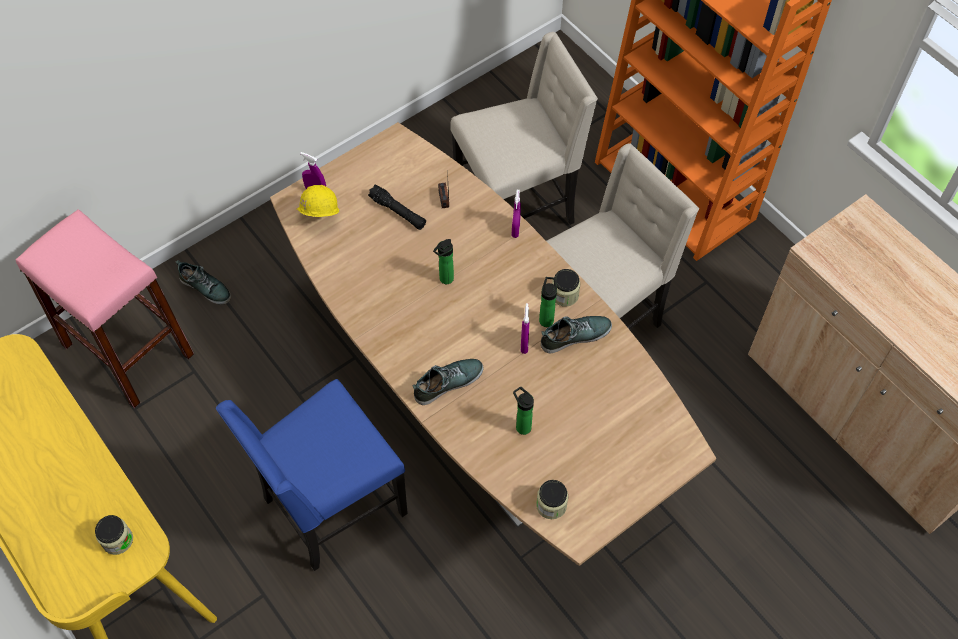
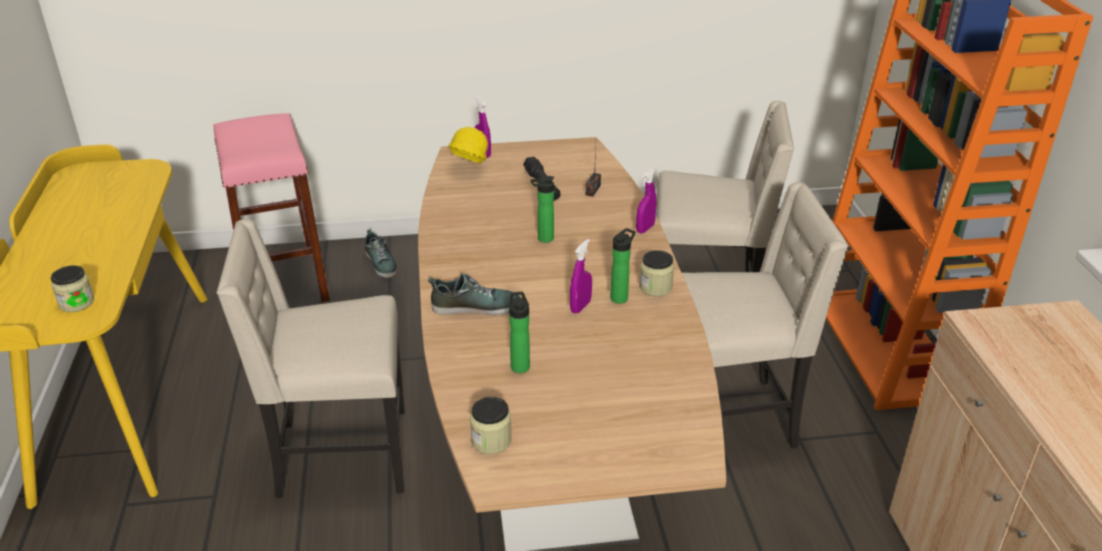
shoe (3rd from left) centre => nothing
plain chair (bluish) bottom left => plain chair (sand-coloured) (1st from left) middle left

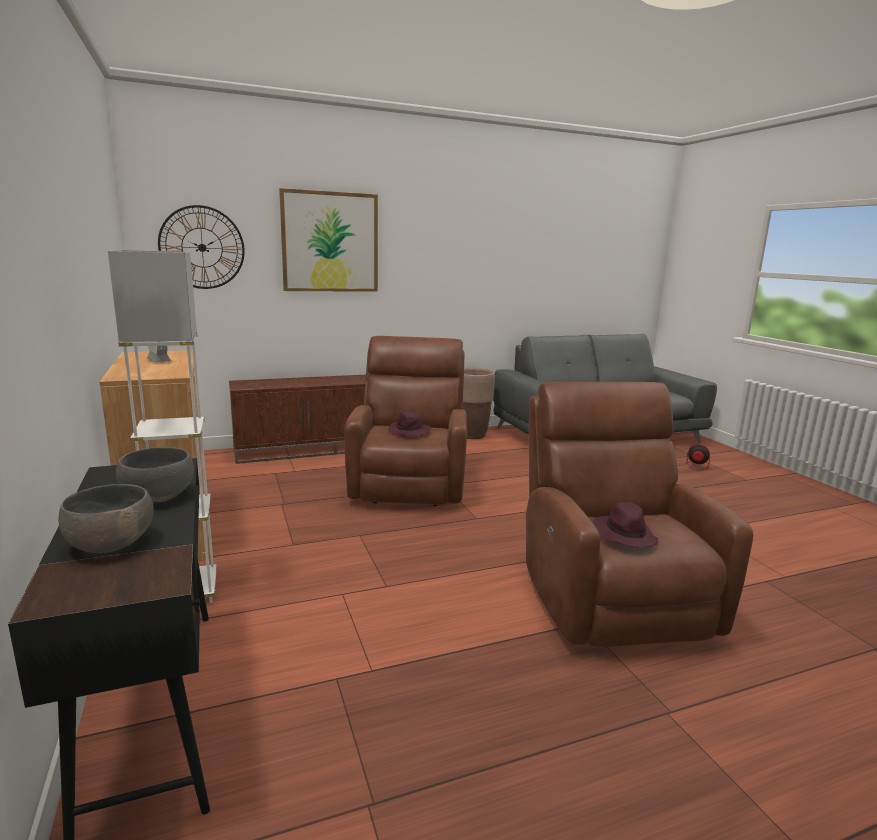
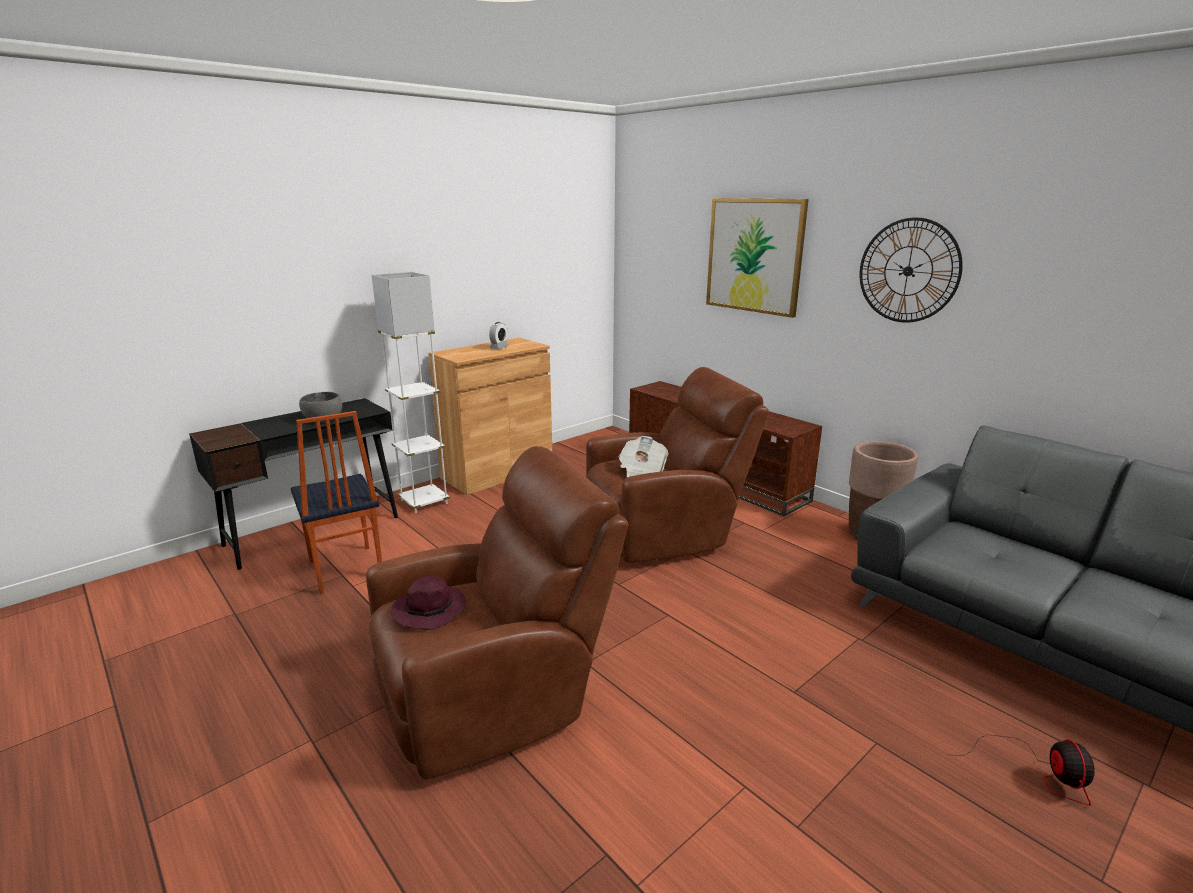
serving bowl (gray) (1st from left) middle left => nothing
nothing => plain chair middle left
clock on the wall top left => clock on the wall top right, moved
hat (purple) (1st from left) centre => daily paper centre

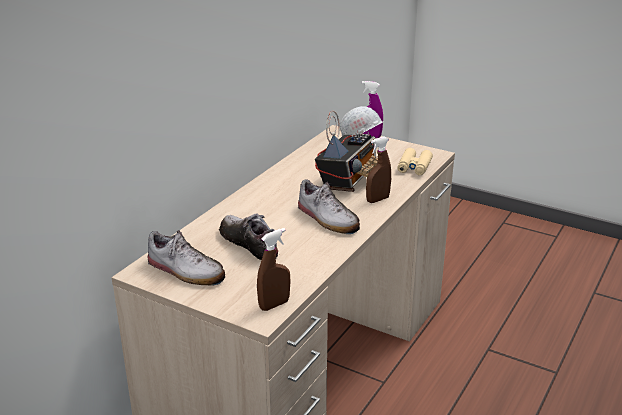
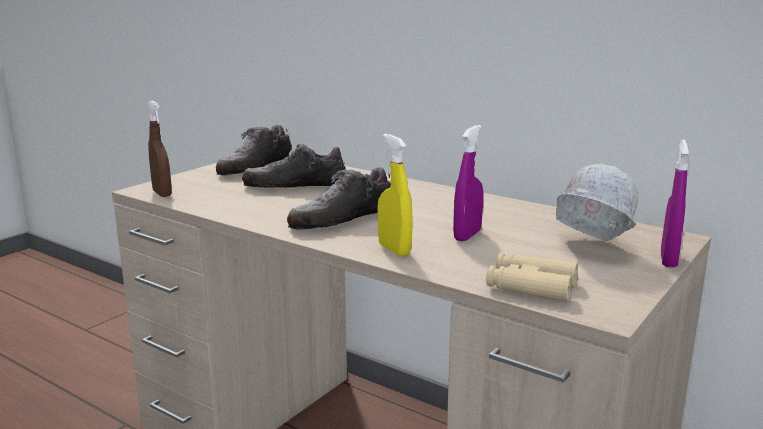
radio centre => sprayer (purple) (1st from left) centre
sprayer (brown) (2nd from left) centre => sprayer (yellow) centre
shoe (2nd from left) centre, 150 degrees counterclockwise

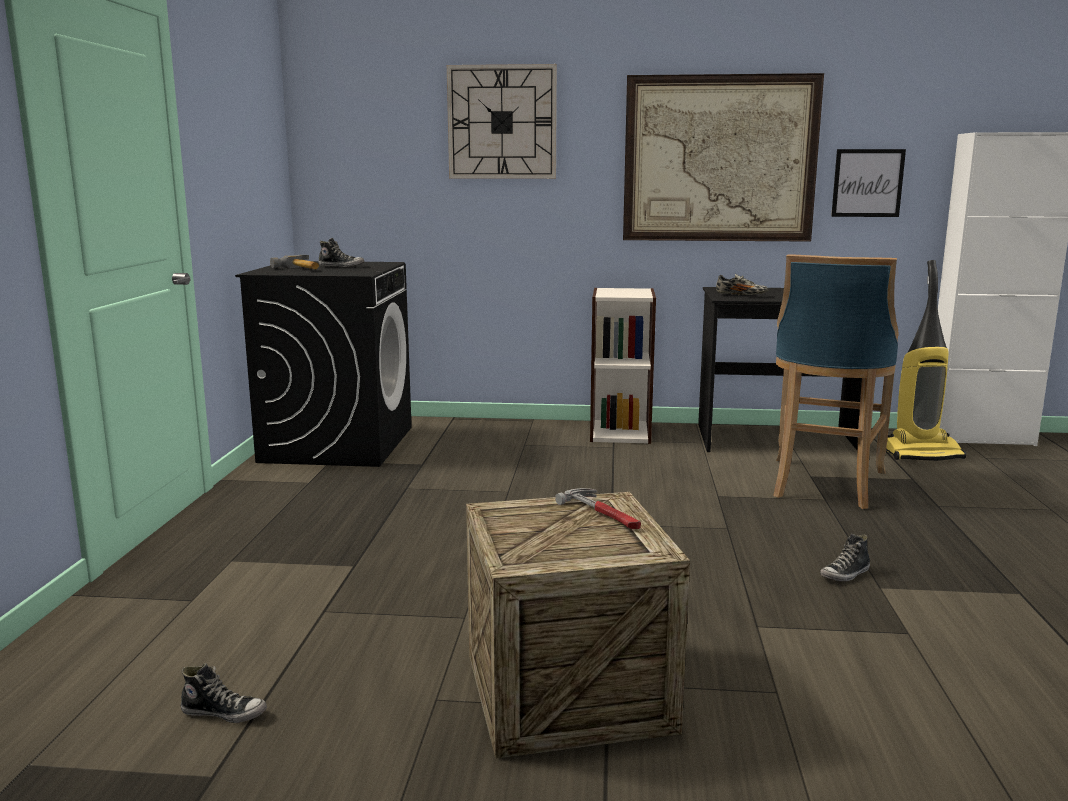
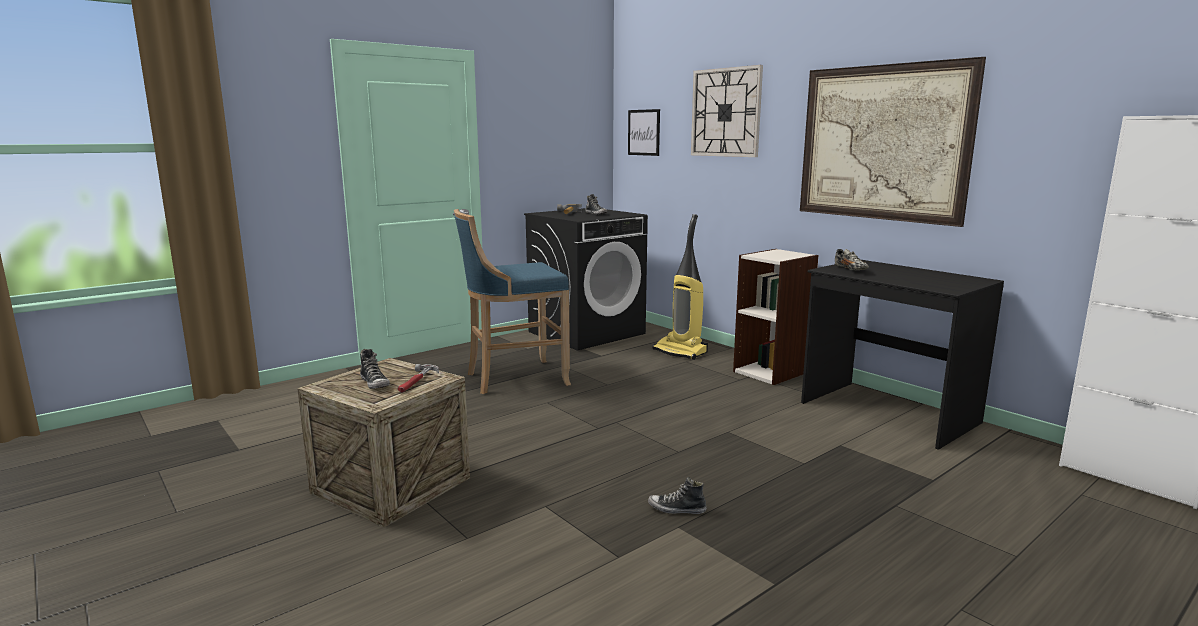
shoe (1st from left) bottom left => shoe (1st from left) middle left, moved
sitting stool (bluish) middle right => sitting stool (bluish) centre, moved
wall picture (2nd from left in the first image) top right => wall picture (1st from left) top centre, moved
hoover middle right => hoover centre, moved

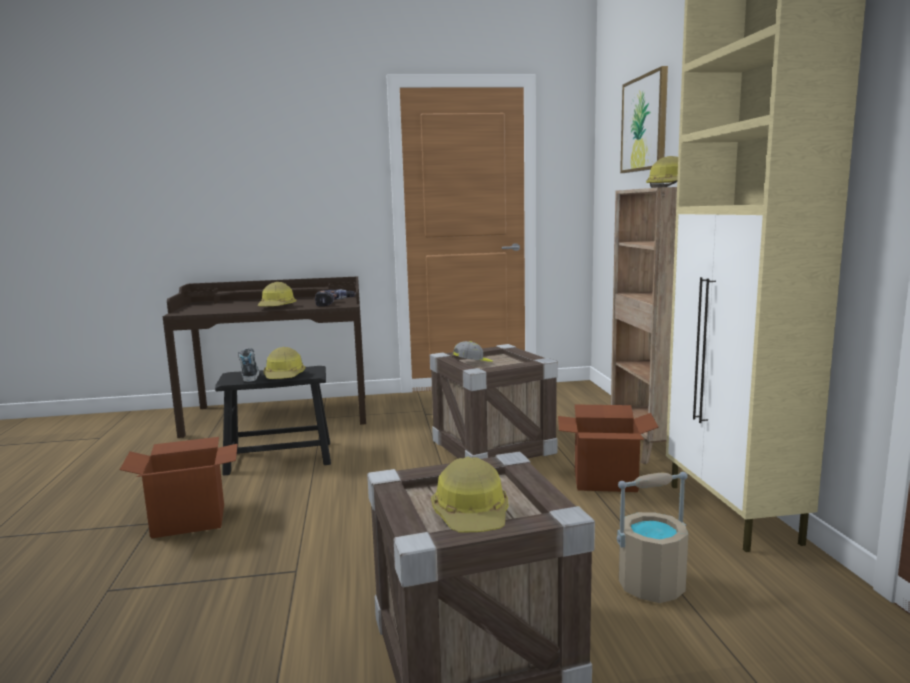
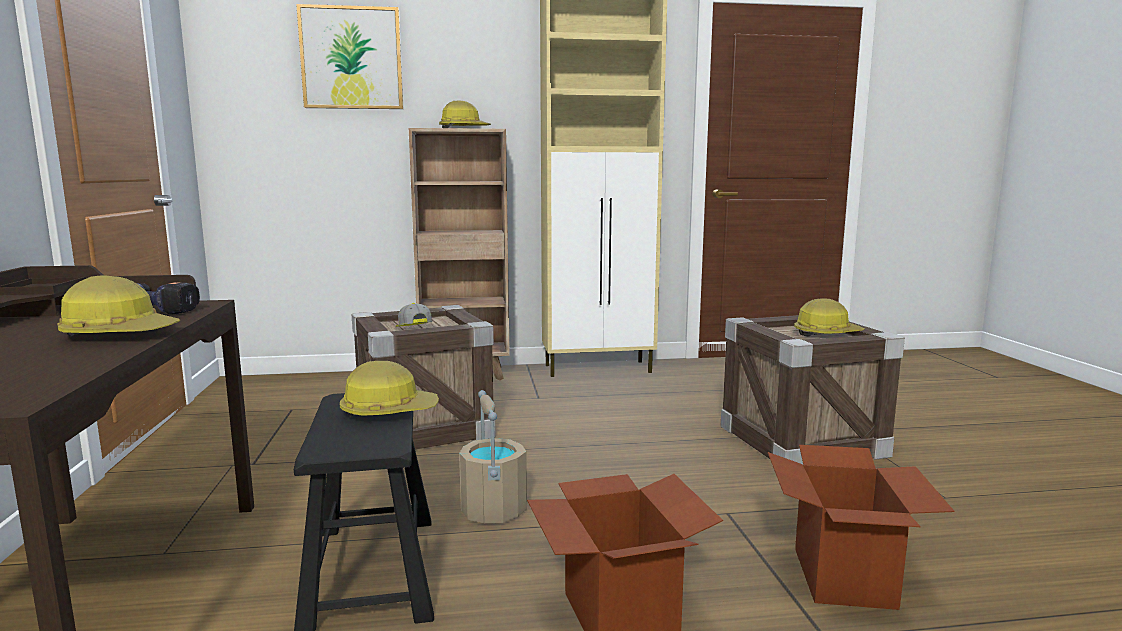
shoe middle left => nothing
cardboard box (2nd from left) middle right => cardboard box (2nd from left) bottom right, moved
bucket (sand-coloured) bottom right => bucket (sand-coloured) bottom centre, moved

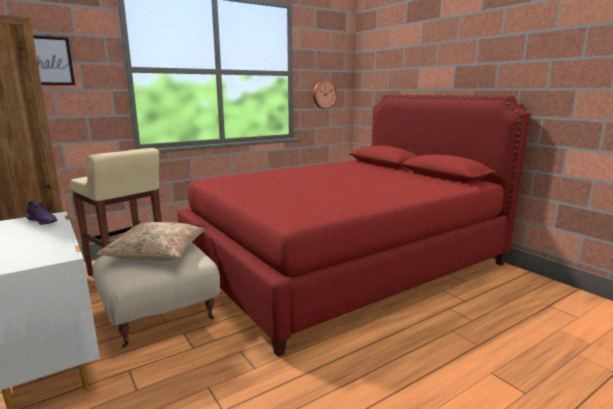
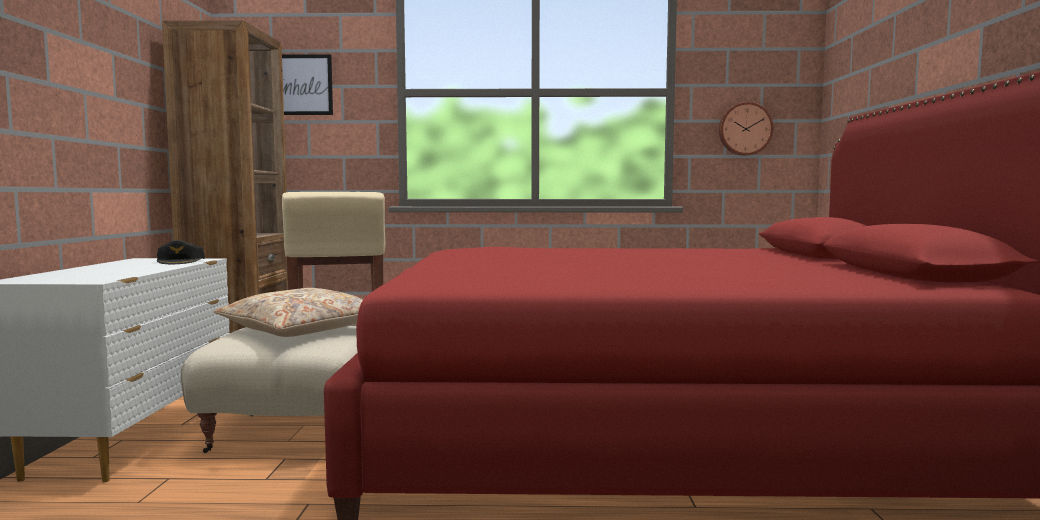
shoe (purple) middle left => baseball cap (blackish) middle left

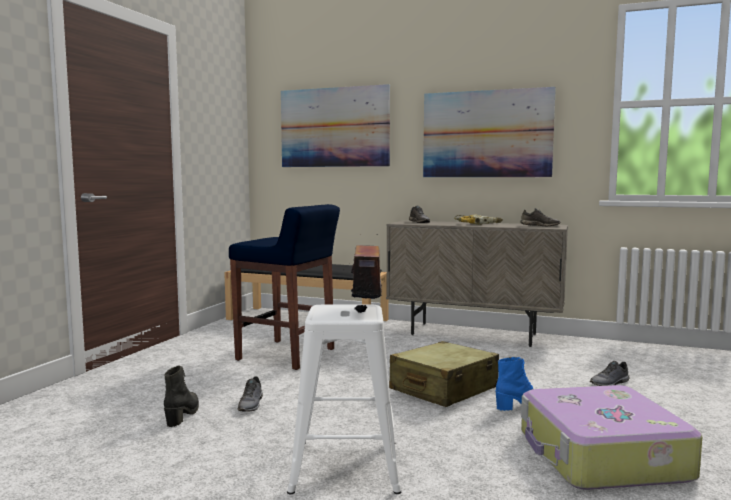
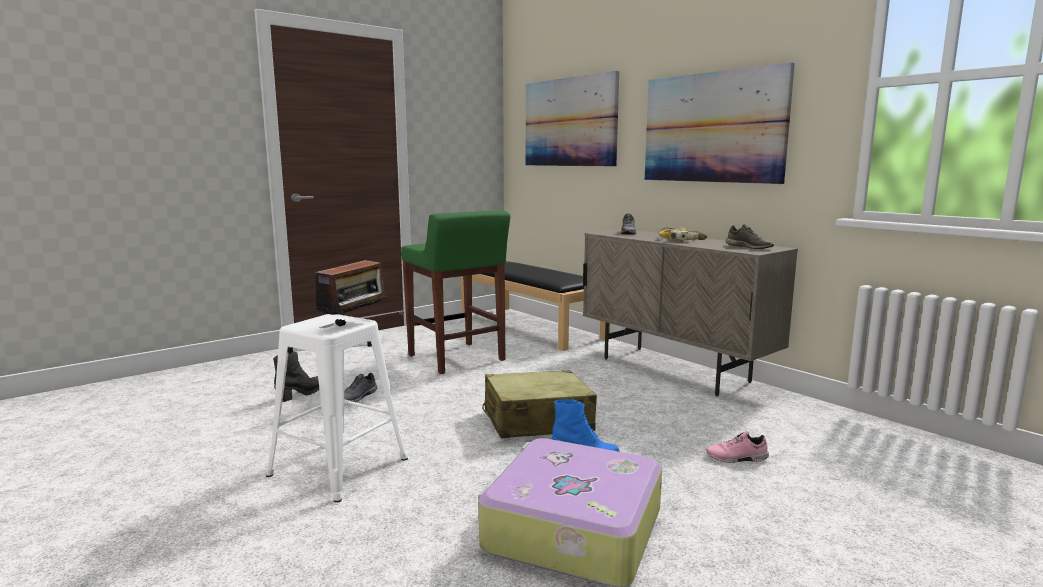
sitting stool (bluish) centre => sitting stool (greenish) centre
shoe (gray) (4th from left) bottom right => shoe (pink-coloured) bottom right

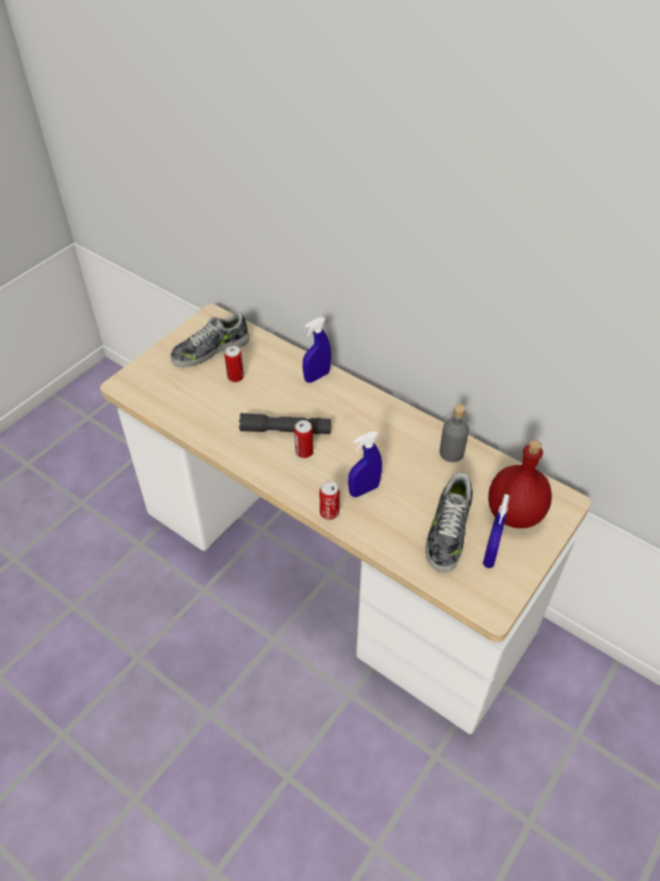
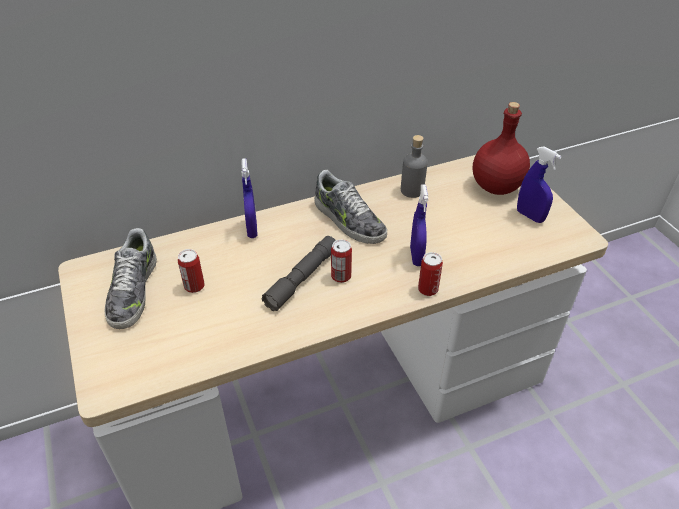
shoe (2nd from left) middle right => shoe (2nd from left) centre, moved

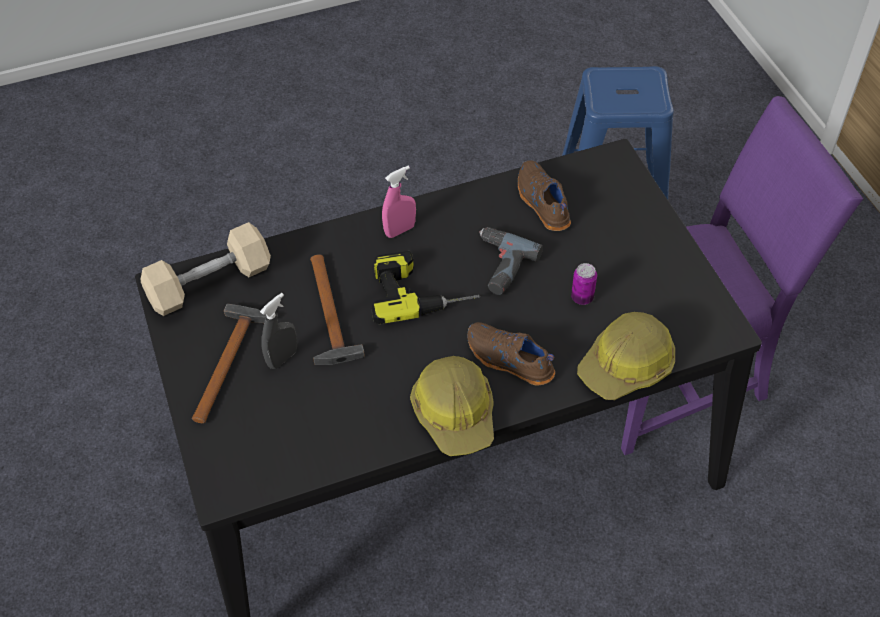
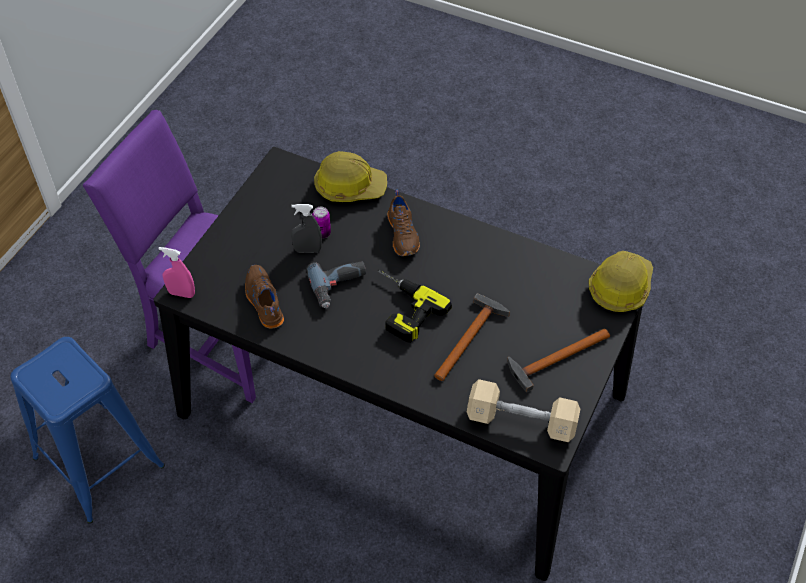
sprayer (gray) middle left => sprayer (gray) centre, moved
sprayer (pink-coloured) top centre => sprayer (pink-coloured) middle left, moved
hard hat (1st from left in the first image) centre => hard hat (2nd from left) middle right, moved
shoe (brown) (2nd from left in the first image) top centre => shoe (brown) (1st from left) middle left, 135 degrees clockwise

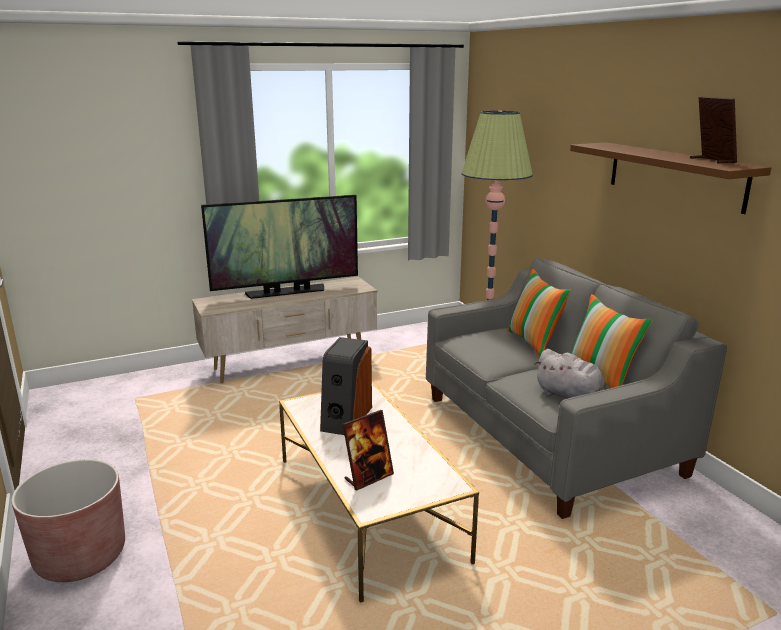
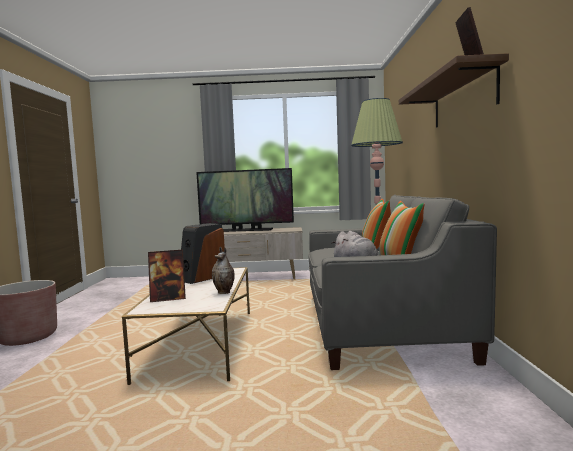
nothing => flower vase centre

